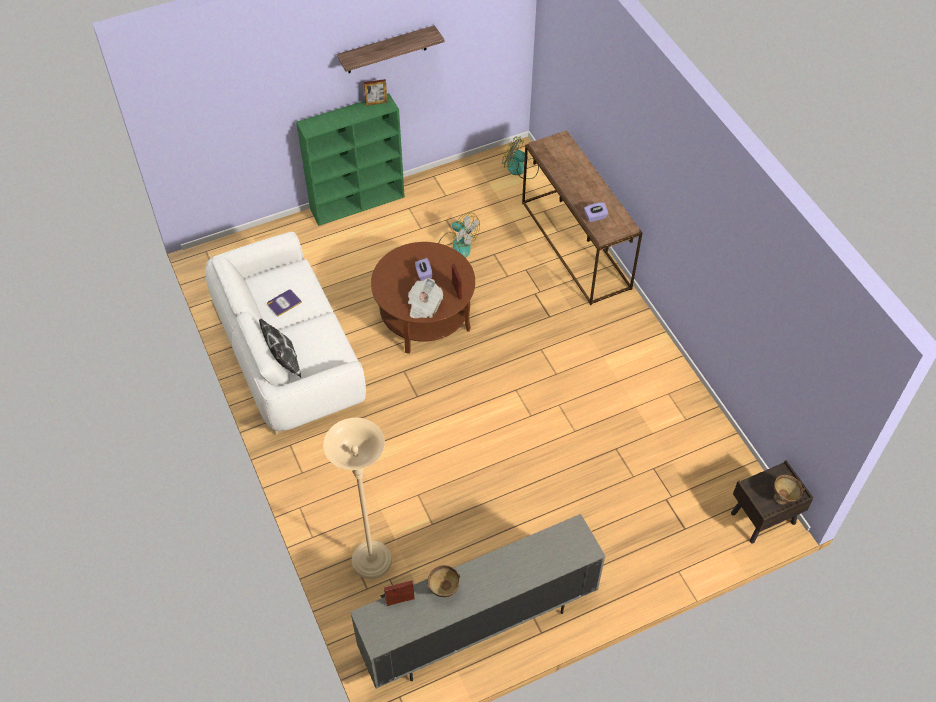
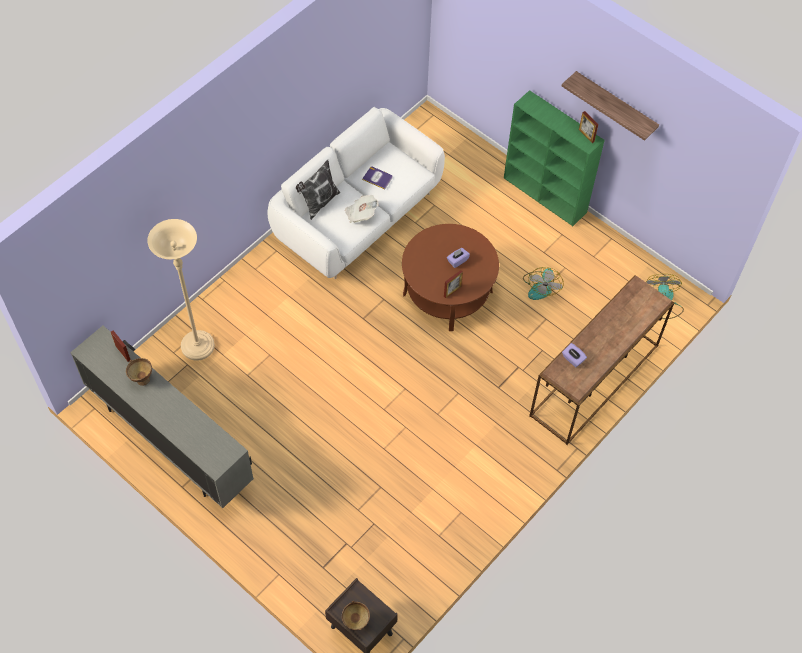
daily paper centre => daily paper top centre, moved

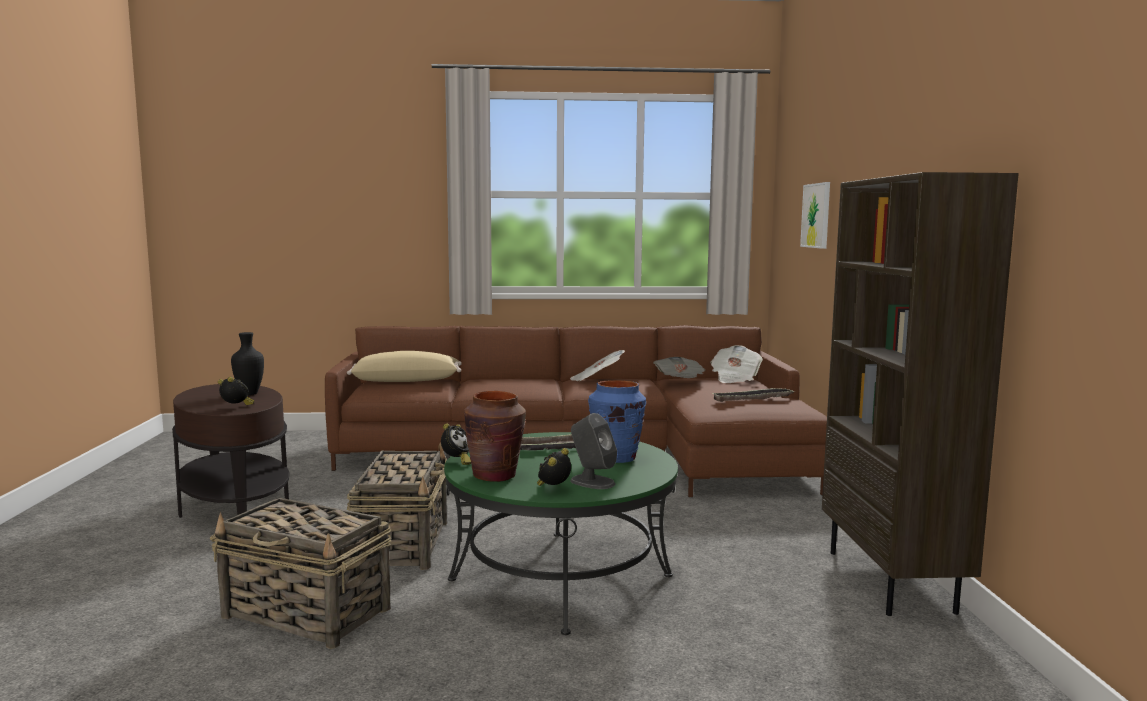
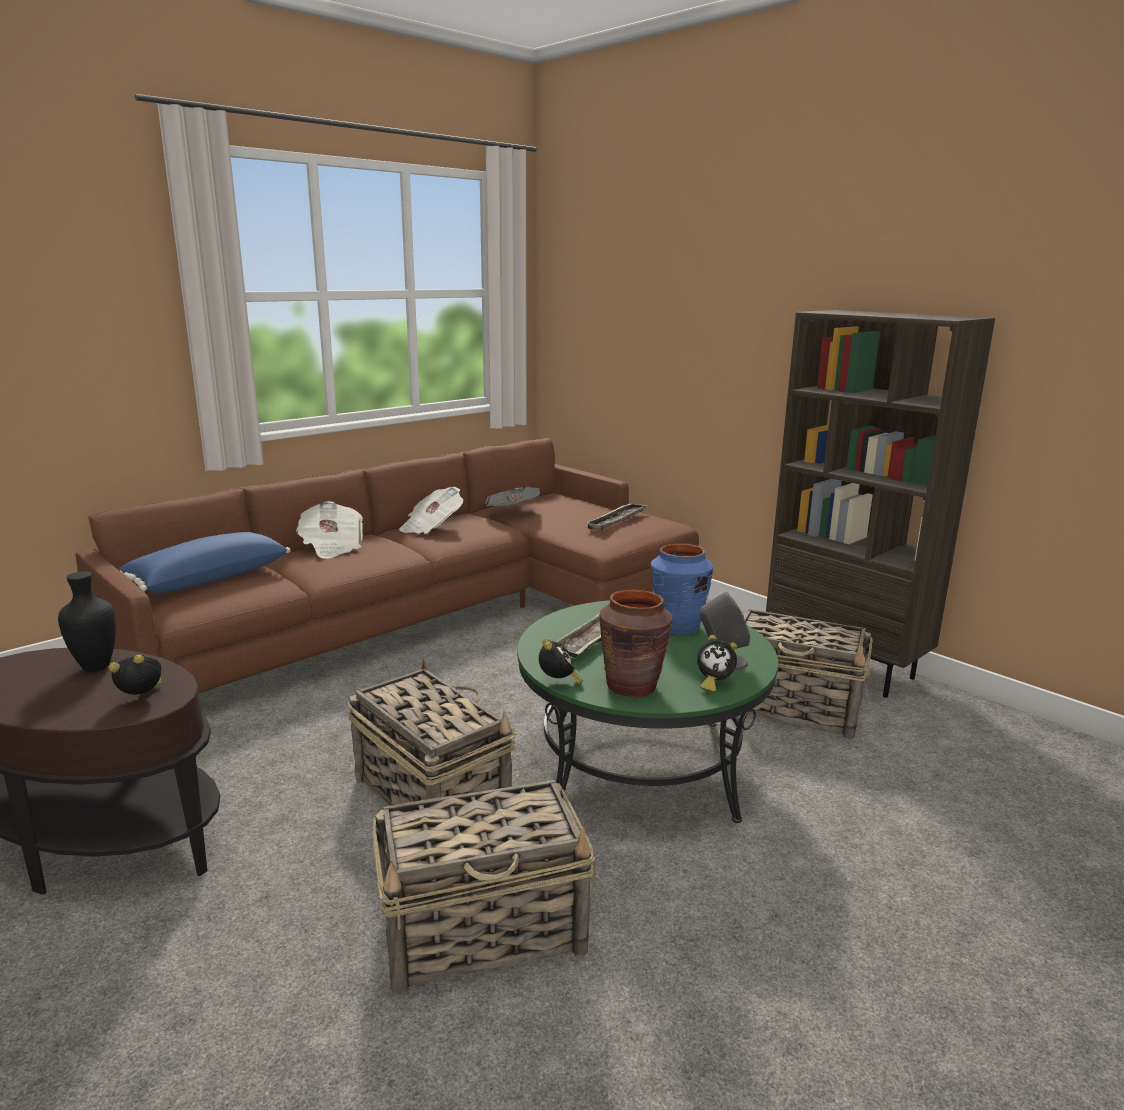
wall picture top right => nothing
nothing => household basket (3rd from left) middle right
daily paper (3rd from left in the first image) centre => daily paper (1st from left) middle left, moved
throw pillow (sand-coloured) centre => throw pillow (bluish) middle left
table clock (3rd from left) centre, 75 degrees counterclockwise

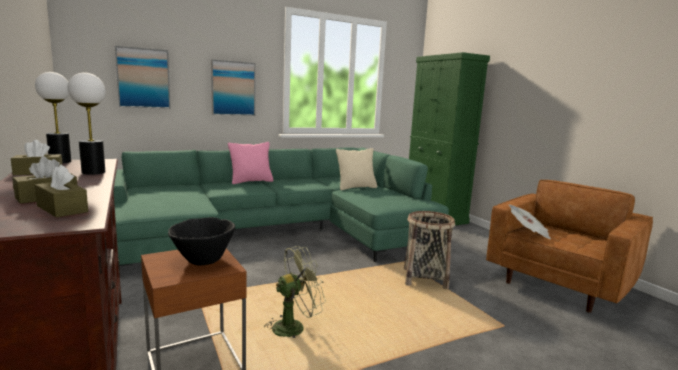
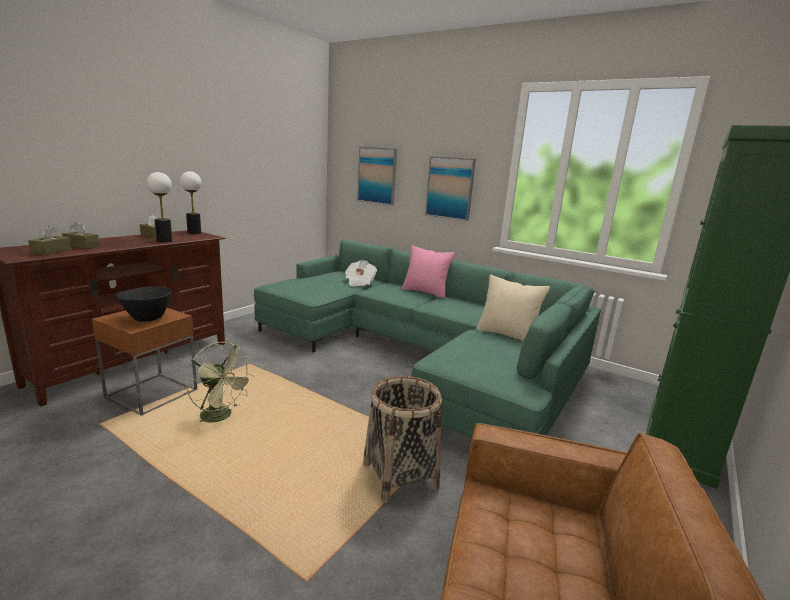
daily paper middle right => daily paper centre, moved

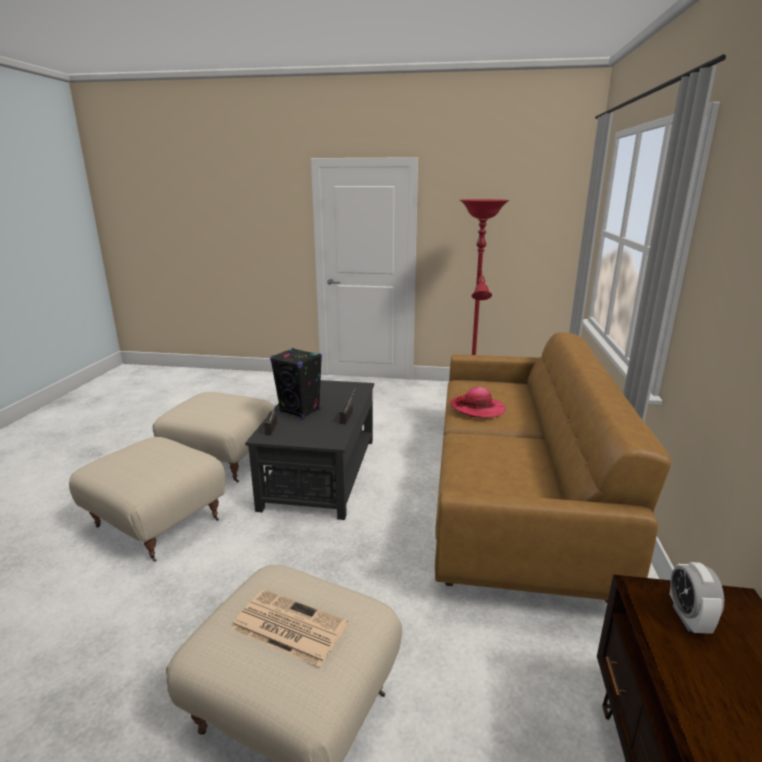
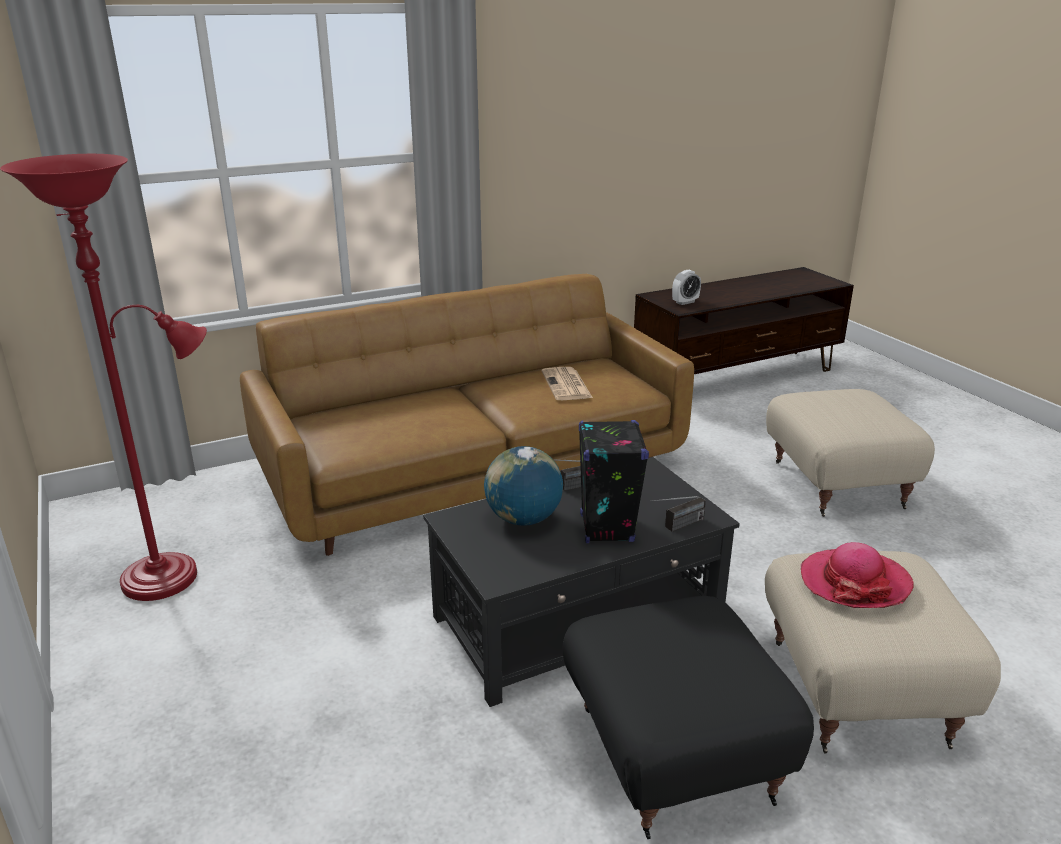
nothing => world globe centre
daily paper bottom centre => daily paper centre, moved
hat centre => hat bottom right, moved
footrest (sand-coloured) (2nd from left) middle left => footrest (blackish) bottom centre

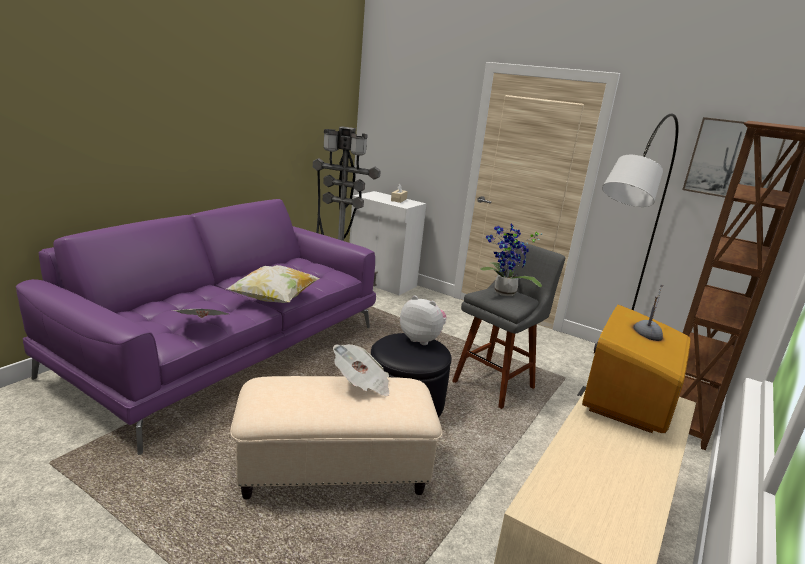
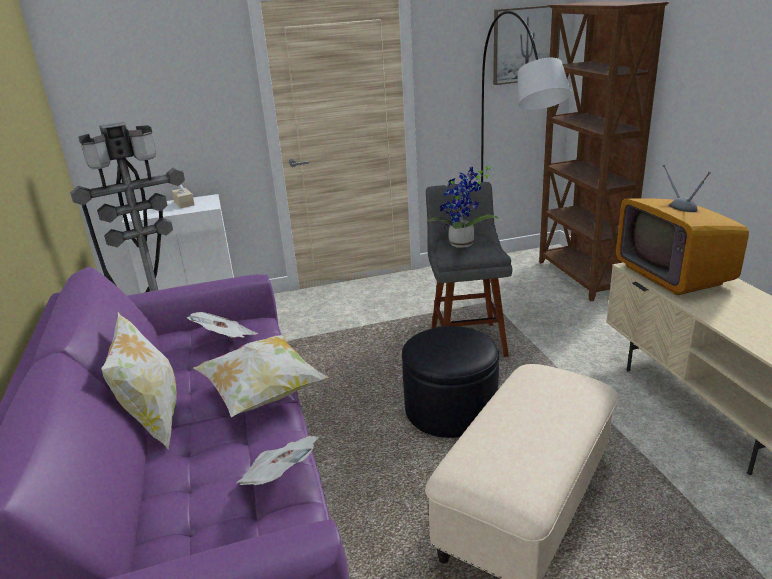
soft toy centre => nothing
nothing => throw pillow (1st from left) middle left
daily paper (2nd from left in the first image) centre => daily paper (1st from left) middle left, moved

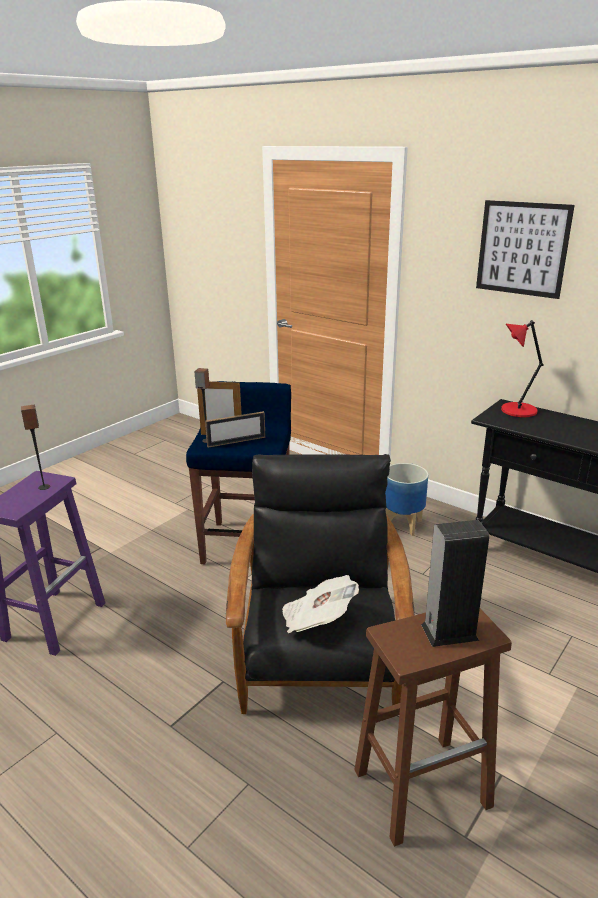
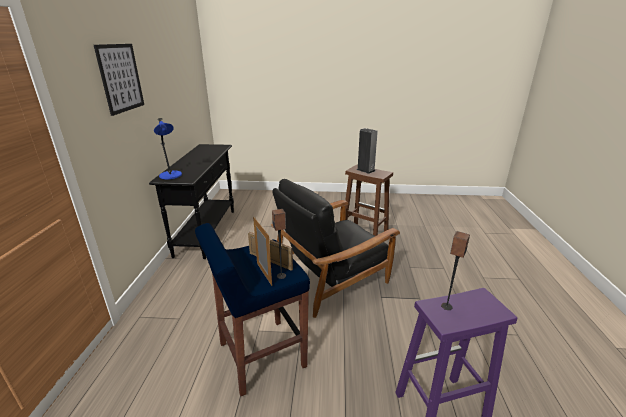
daily paper bottom centre => nothing
plant pot middle right => nothing
table lamp (red-coloured) middle right => table lamp (bluish) middle left

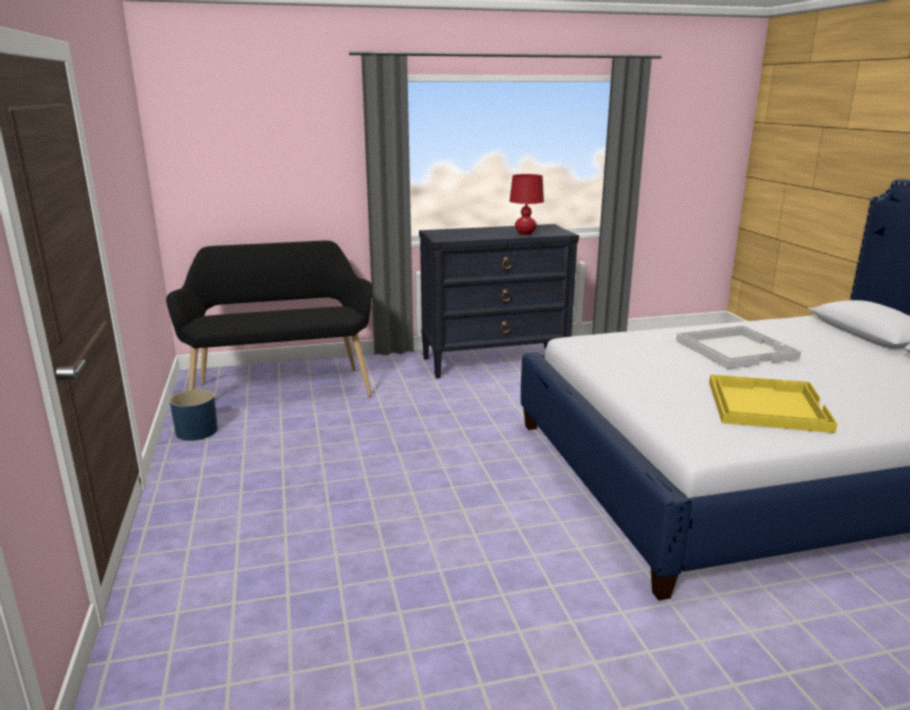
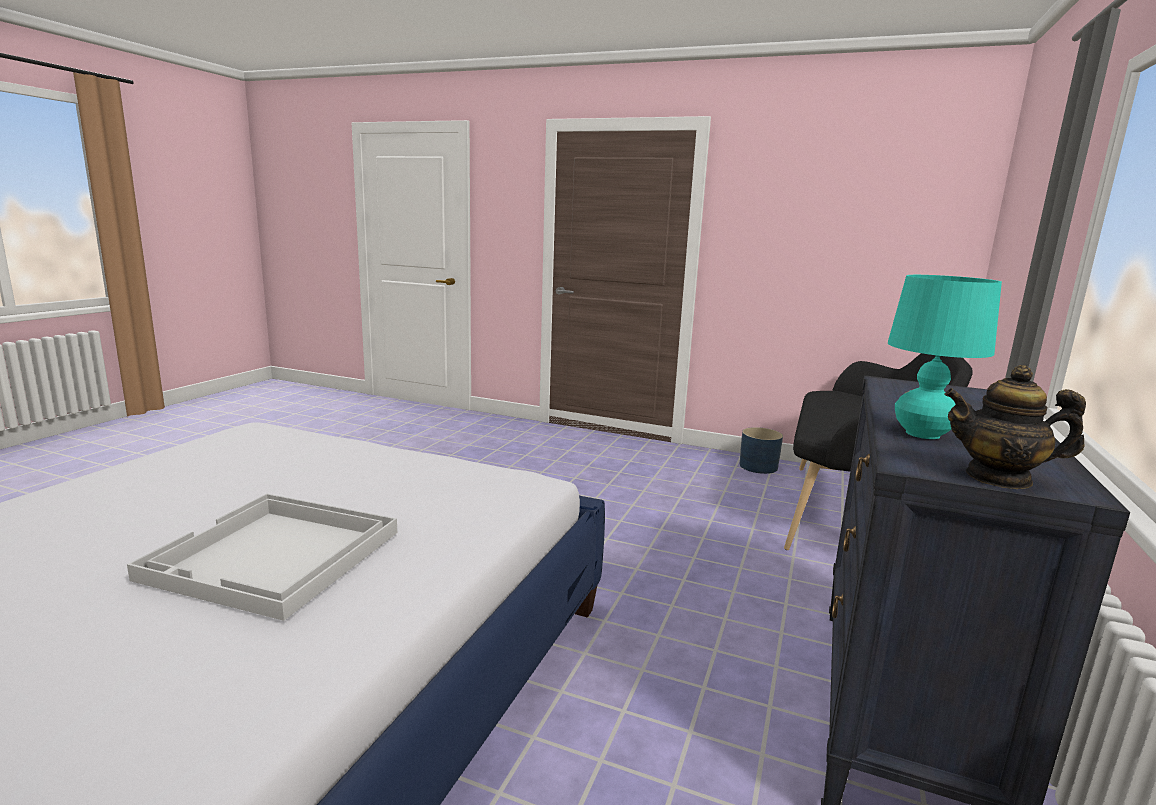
tray (yellow) middle right => nothing
nothing => teapot middle right
table lamp (red-coloured) top centre => table lamp (turquoise) middle right

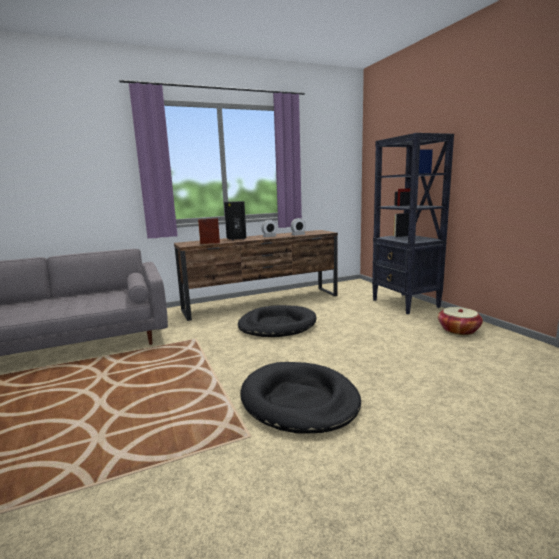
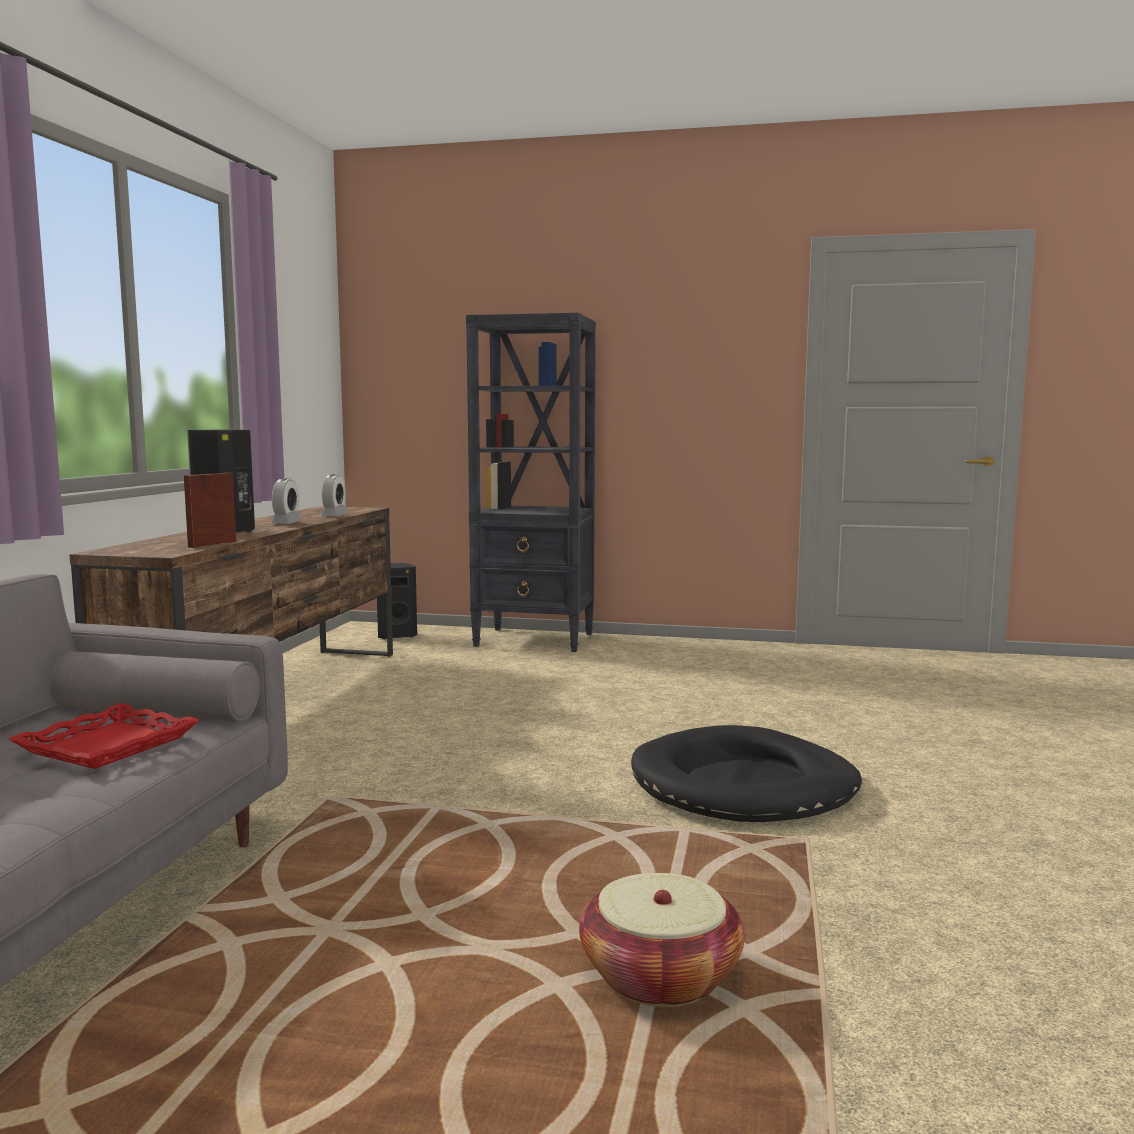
pet bed (blackish) (1st from left) centre => nothing
nothing => tray (red-coloured) middle left
nothing => audio speaker (blackish) (2nd from left) centre
household basket middle right => household basket bottom centre, moved

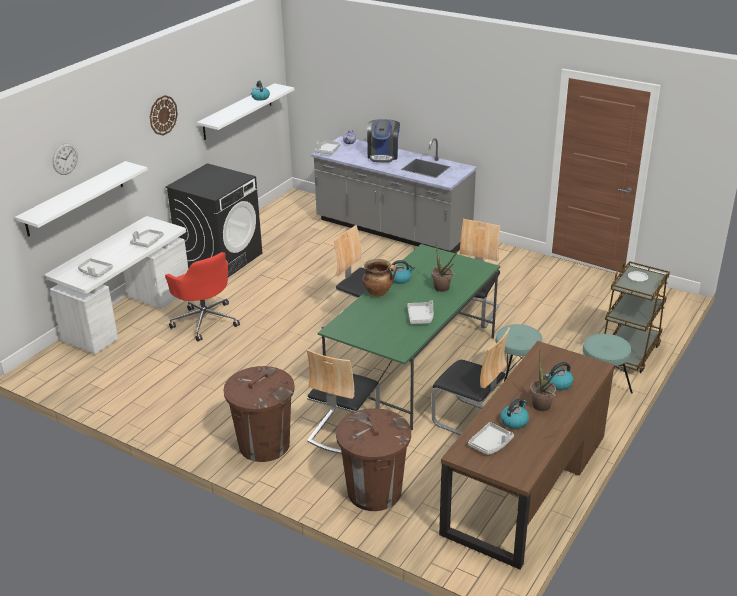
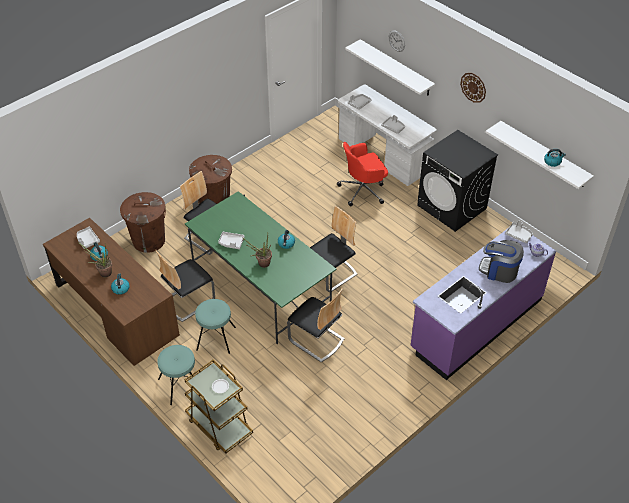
cooking pot centre => nothing
kitchen base unit (gray) top centre => kitchen base unit (purple) middle right

